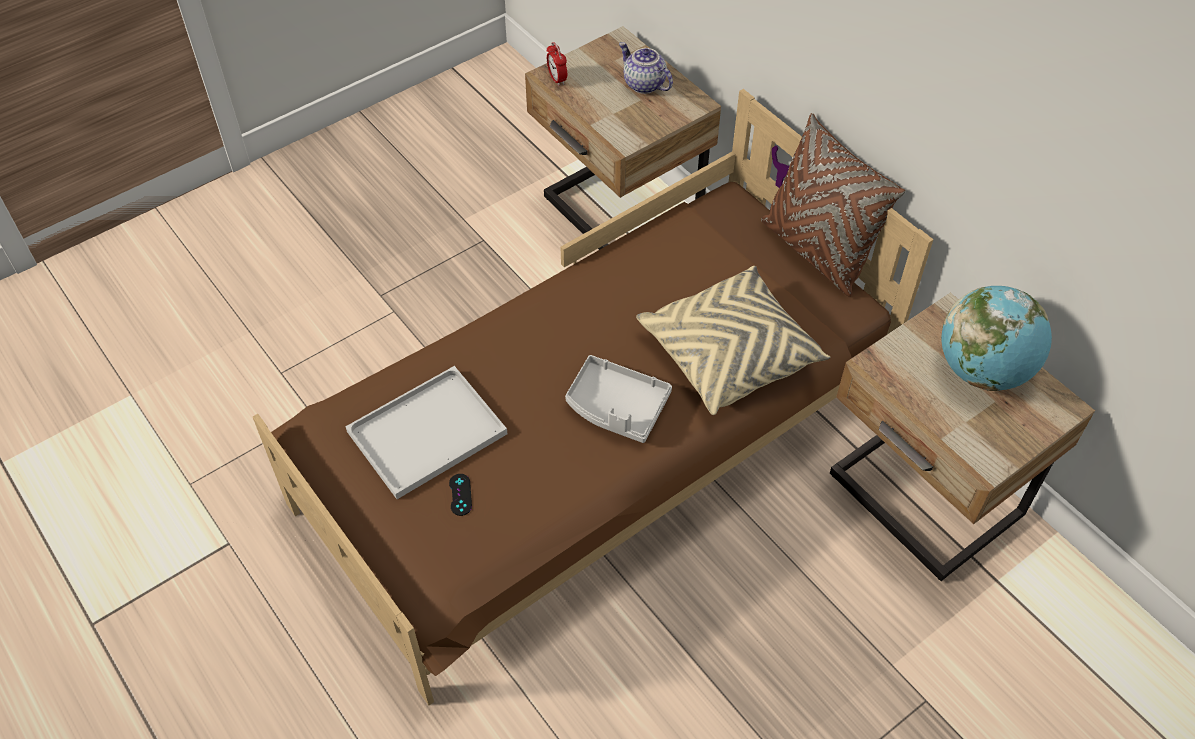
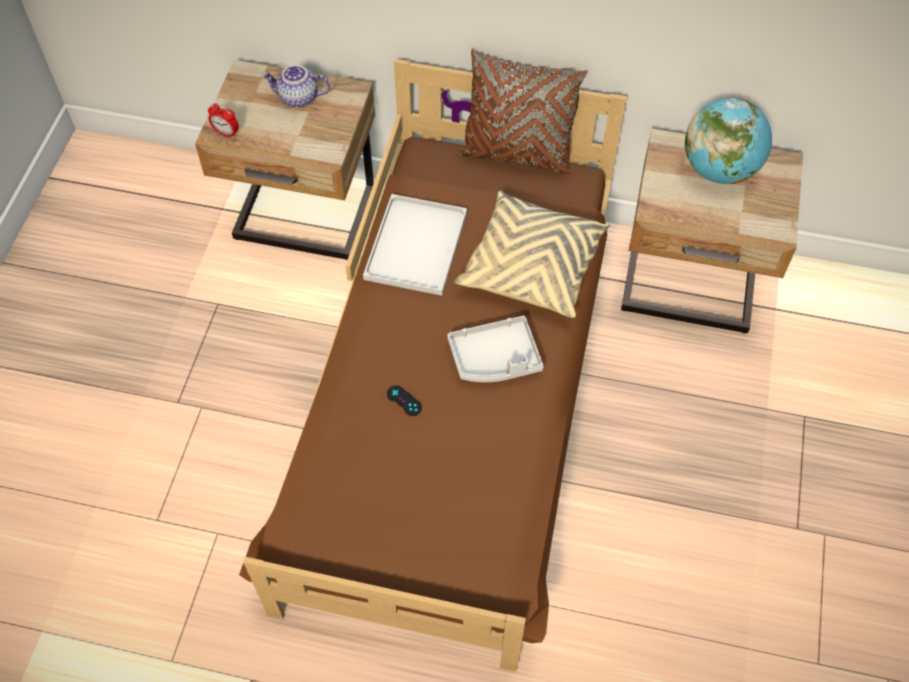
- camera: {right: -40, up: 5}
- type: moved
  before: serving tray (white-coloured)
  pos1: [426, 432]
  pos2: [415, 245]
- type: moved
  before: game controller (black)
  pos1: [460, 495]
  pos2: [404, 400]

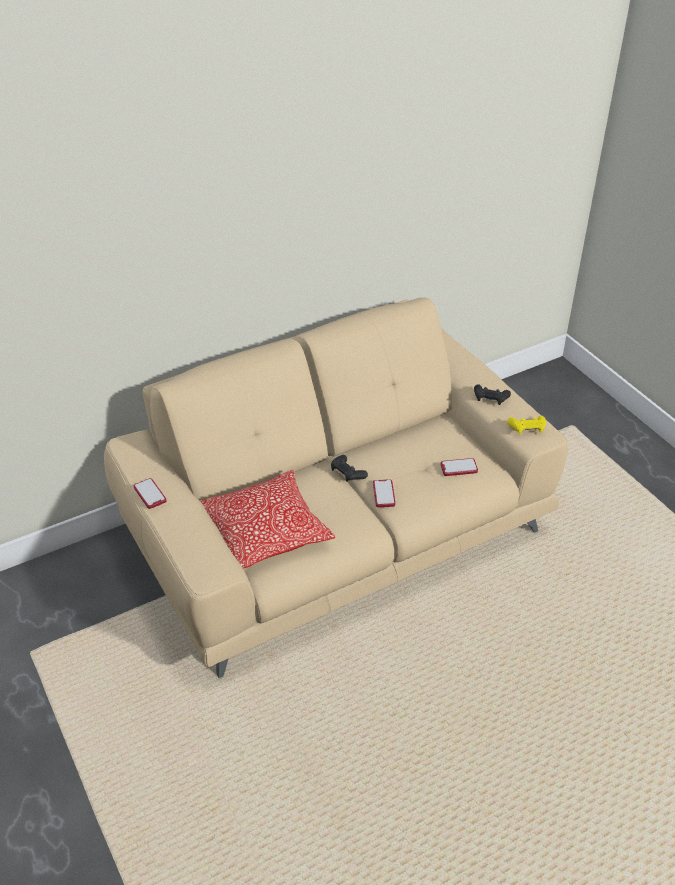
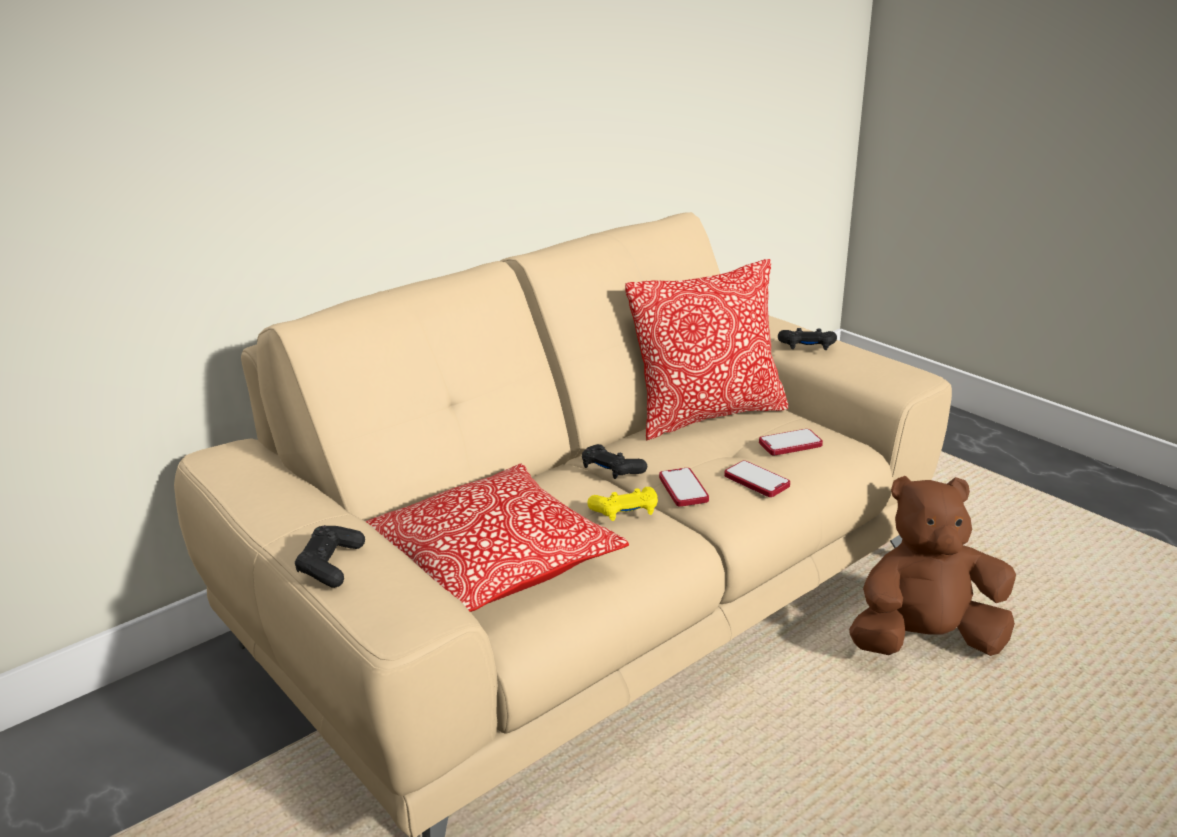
- camera: {right: -10, up: -15}
- type: added
  after: game controller (black)
  pos2: [330, 556]
- type: added
  after: throw pillow
  pos2: [706, 350]
- type: added
  after: cuddly toy (brown-coloured)
  pos2: [932, 566]
- type: moved
  before: telephone
  pos1: [150, 493]
  pos2: [757, 479]
- type: moved
  before: game controller (yellow-coloured)
  pos1: [526, 425]
  pos2: [622, 504]

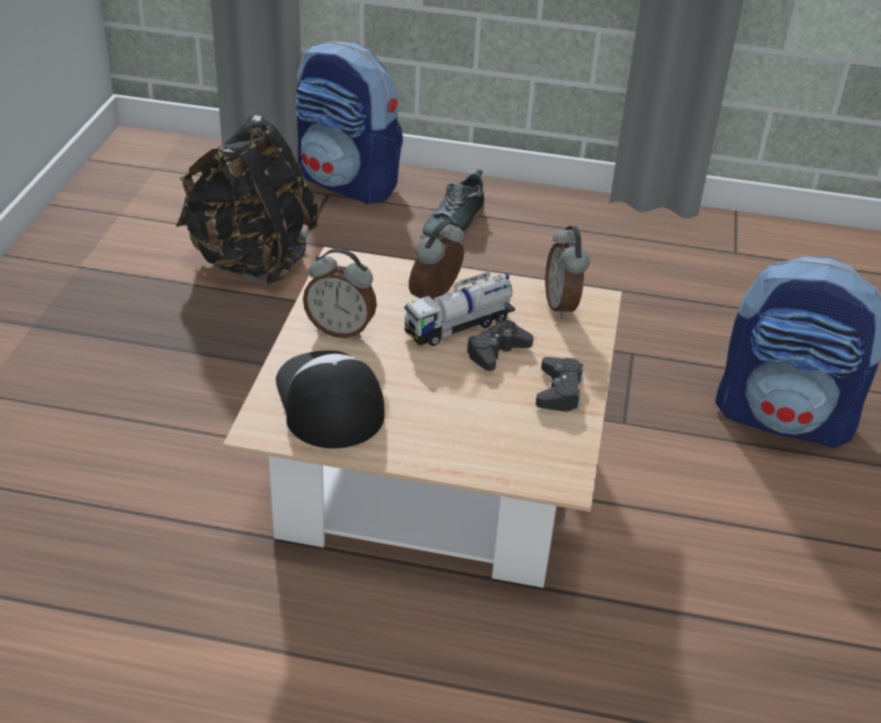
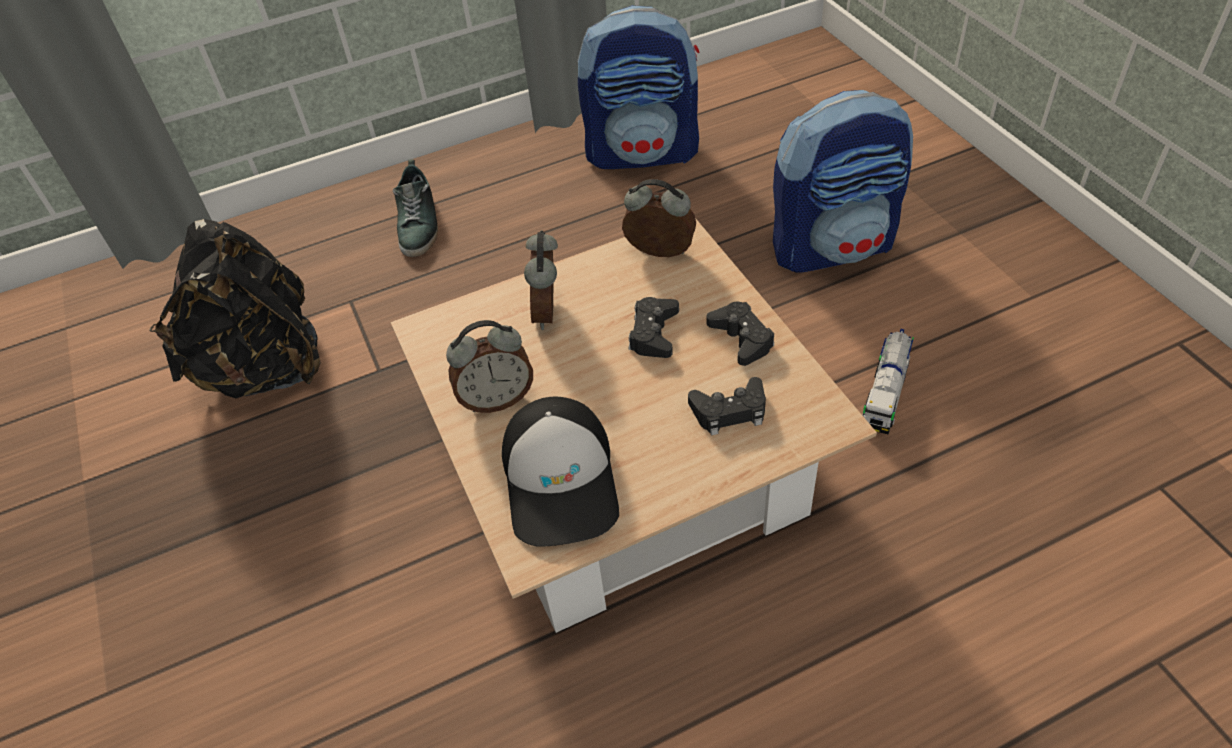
- camera: {right: -30, up: 10}
- type: added
  after: game controller (black)
  pos2: [727, 406]
- type: moved
  before: backpack
  pos1: [349, 122]
  pos2: [638, 87]
- type: moved
  before: toy truck
  pos1: [459, 308]
  pos2: [888, 382]
- type: turned
  before: cap
  pos1: [330, 399]
  pos2: [560, 472]
  turn: -135
- type: turned
  before: alarm clock
  pos1: [567, 272]
  pos2: [659, 218]
  turn: 150

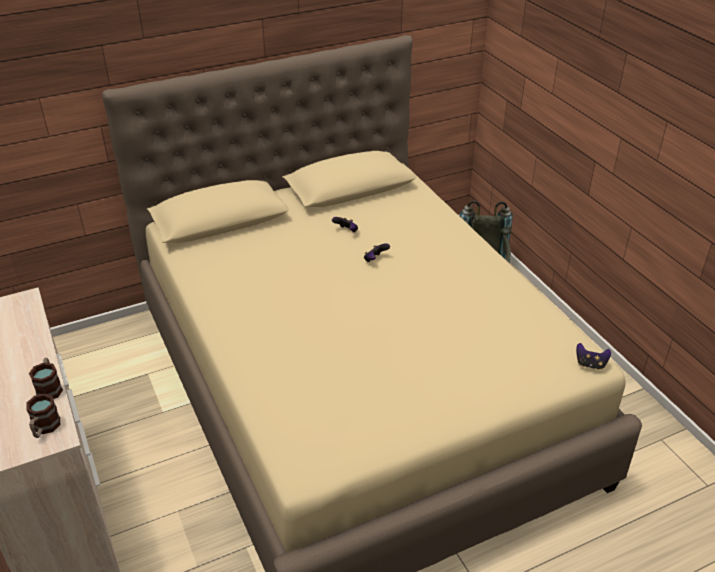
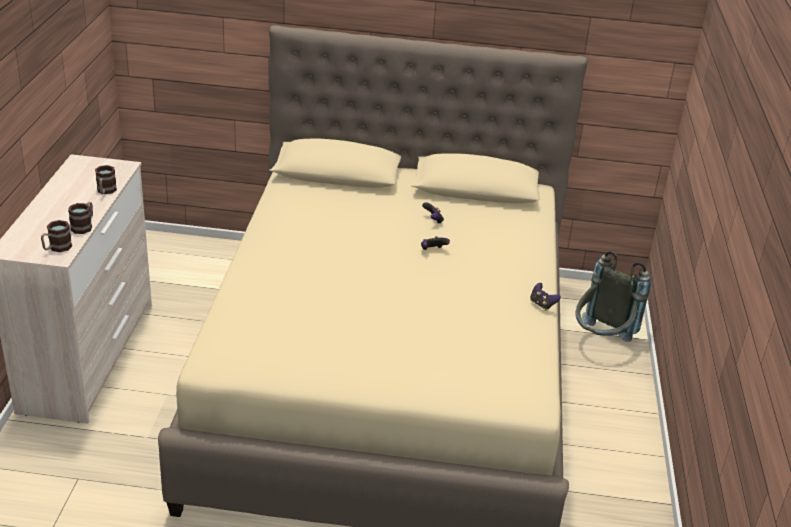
- camera: {right: 30, up: -5}
- type: added
  after: mug
  pos2: [106, 179]
- type: moved
  before: game controller
  pos1: [593, 356]
  pos2: [545, 296]

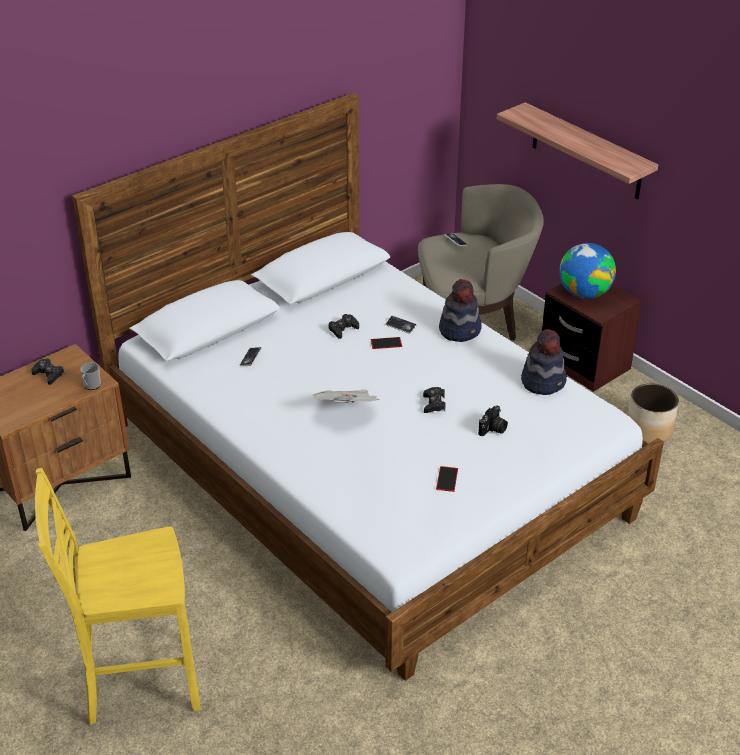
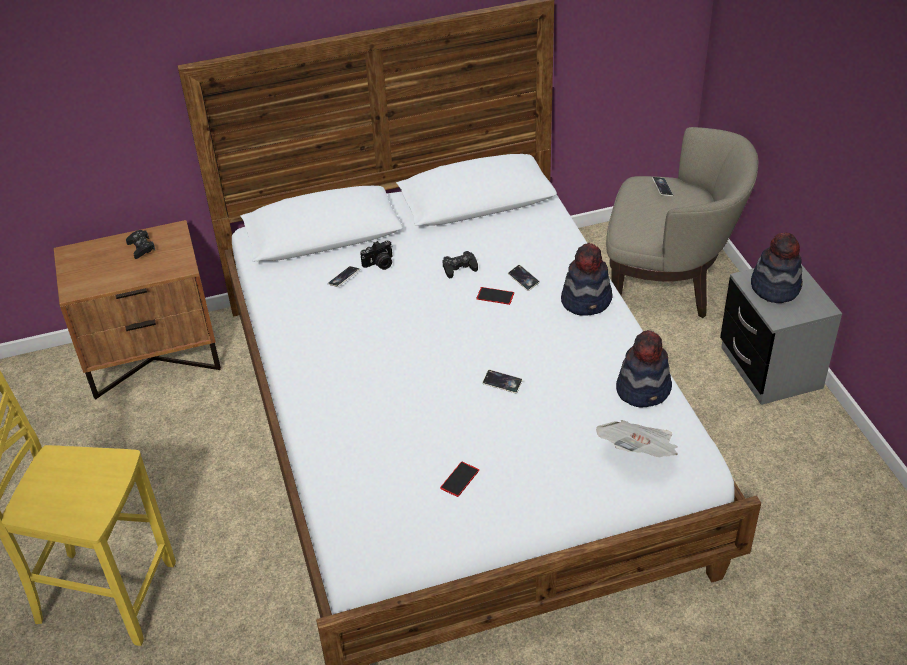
- camera: {right: 25, up: 5}
- type: removed
  before: mug
  pos1: [90, 376]
- type: removed
  before: bracket shelf
  pos1: [577, 151]
- type: removed
  before: planter
  pos1: [653, 413]
- type: moved
  before: printed paper
  pos1: [346, 396]
  pos2: [636, 439]
- type: moved
  before: still camera
  pos1: [493, 420]
  pos2: [376, 255]
- type: replaced
  before: game controller (black)
  after: telephone
  pos1: [434, 400]
  pos2: [502, 381]
- type: replaced
  before: globe
  after: clothing hat
  pos1: [587, 271]
  pos2: [777, 267]
- type: recoloured
  before: bedside table (brown-coloured)
  after: bedside table (gray)
  pos1: [592, 338]
  pos2: [781, 334]

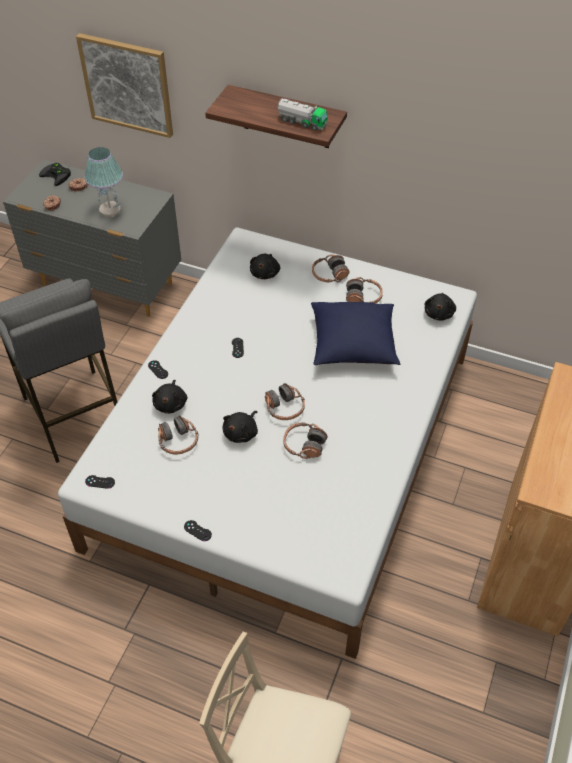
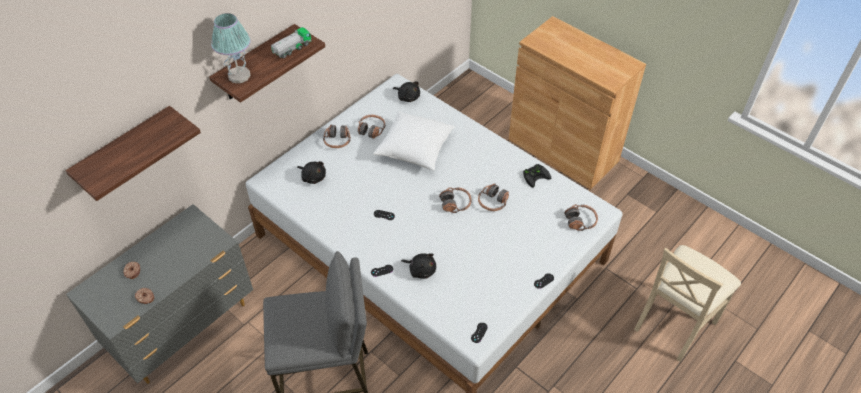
- camera: {right: -70, up: 0}
- type: removed
  before: cuddly toy (black)
  pos1: [240, 427]
- type: moved
  before: game controller (black)
  pos1: [55, 174]
  pos2: [537, 176]
- type: moved
  before: tabletop lamp
  pos1: [103, 182]
  pos2: [231, 48]
- type: moved
  before: pair of headphones
  pos1: [178, 435]
  pos2: [581, 217]
- type: replaced
  before: picture
  after: bracket shelf
  pos1: [124, 85]
  pos2: [133, 153]
- type: recoloured
  before: throw pillow (bluish)
  after: throw pillow (white-coloured)
  pos1: [355, 333]
  pos2: [414, 141]

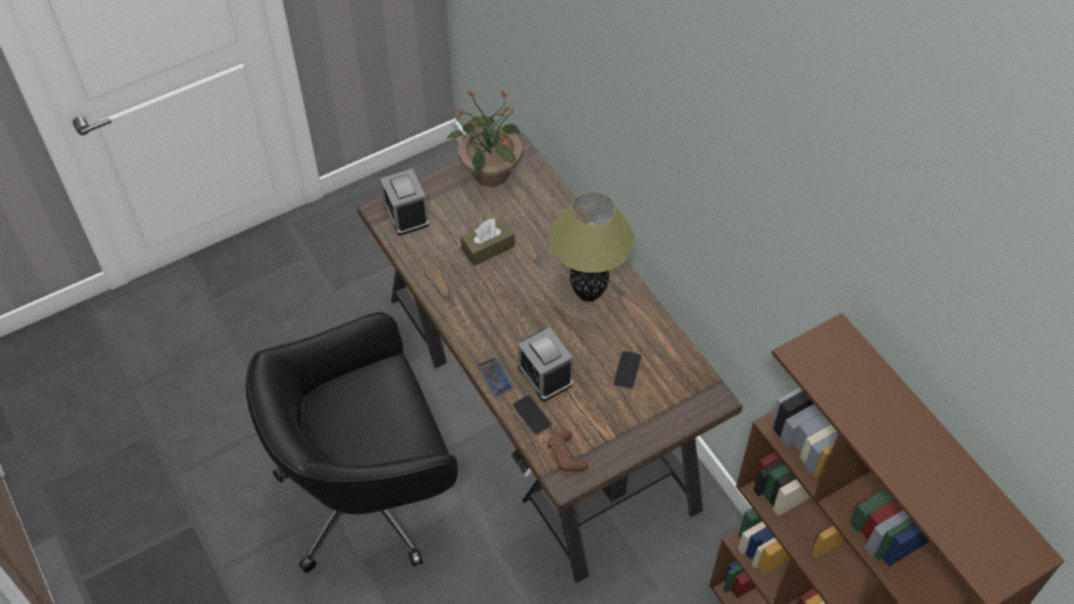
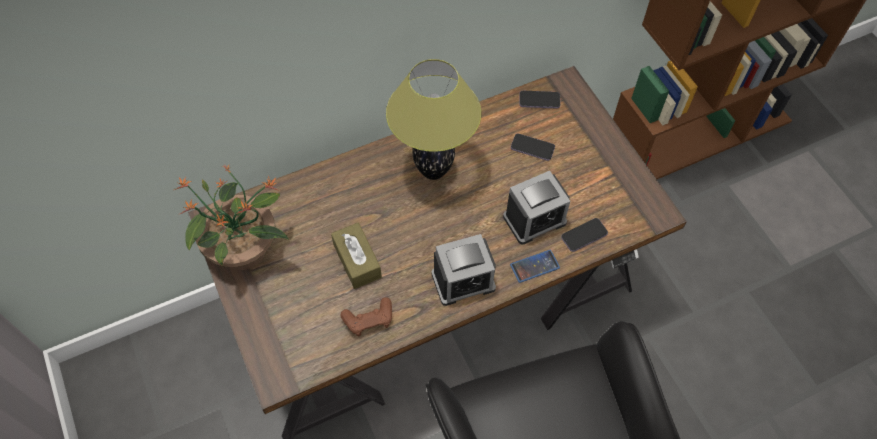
- camera: {right: -85, up: 5}
- type: added
  after: telephone
  pos2: [539, 100]
- type: moved
  before: alarm clock
  pos1: [404, 202]
  pos2: [463, 270]
- type: moved
  before: game controller (brown-coloured)
  pos1: [567, 450]
  pos2: [366, 316]

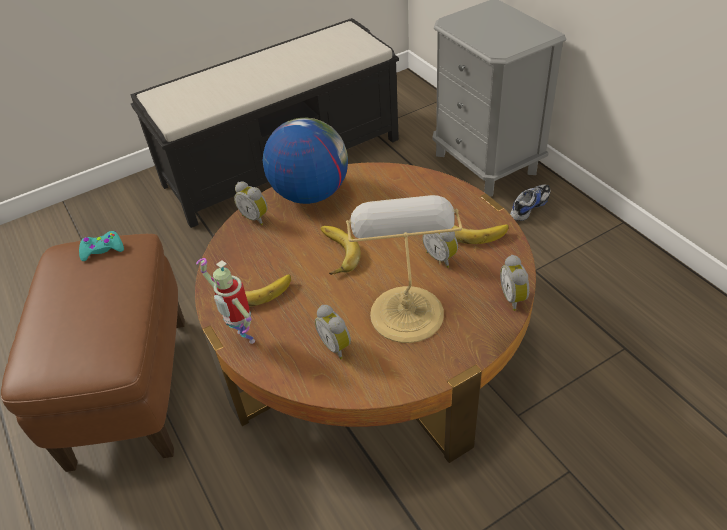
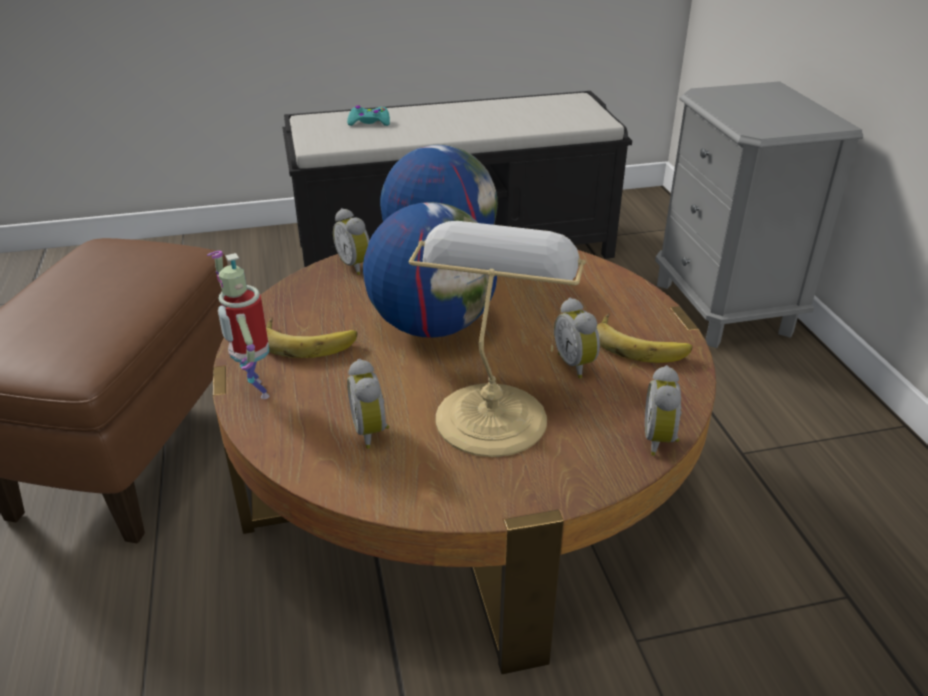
- camera: {right: 15, up: -10}
- type: removed
  before: shoe
  pos1: [530, 203]
- type: moved
  before: game controller (turquoise-coloured)
  pos1: [101, 246]
  pos2: [368, 116]
- type: replaced
  before: banana
  after: globe
  pos1: [341, 250]
  pos2: [430, 270]

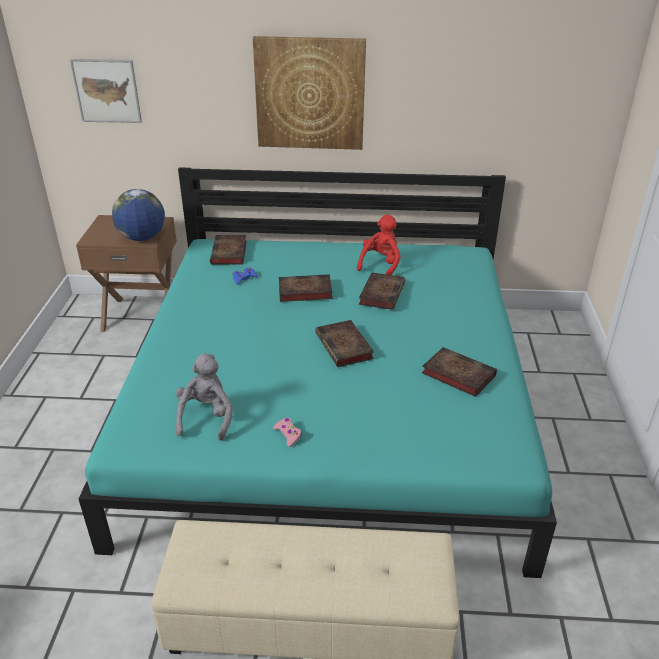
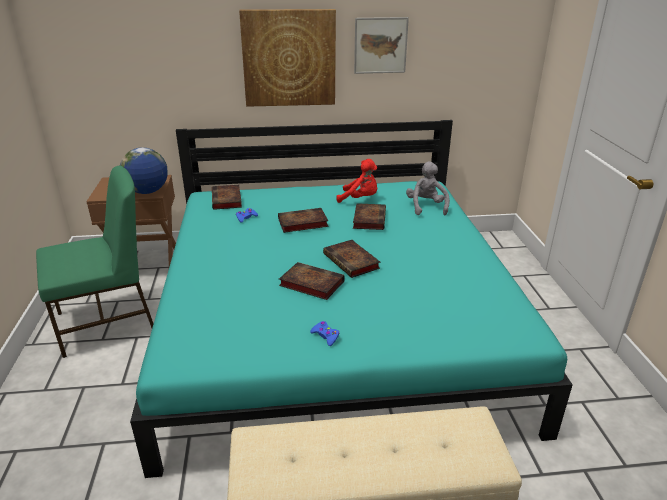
- camera: {right: -10, up: -5}
- type: added
  after: upright chair (green-coloured)
  pos2: [95, 262]
- type: moved
  before: picture
  pos1: [106, 91]
  pos2: [381, 45]
- type: moved
  before: cuddly toy (gray)
  pos1: [204, 397]
  pos2: [428, 188]
- type: moved
  before: bound book
  pos1: [459, 372]
  pos2: [312, 281]
- type: recoloured
  before: game controller (pink)
  after: game controller (bluish)
  pos1: [287, 432]
  pos2: [325, 333]
- type: turned
  before: cuddly toy (red-coloured)
  pos1: [379, 244]
  pos2: [356, 181]
  turn: 90

